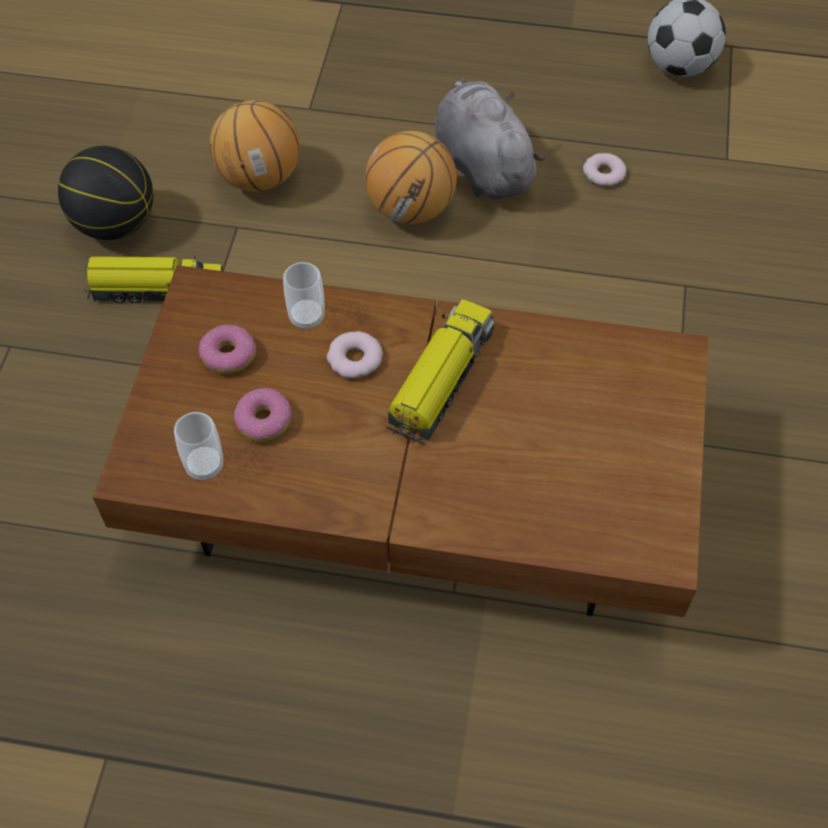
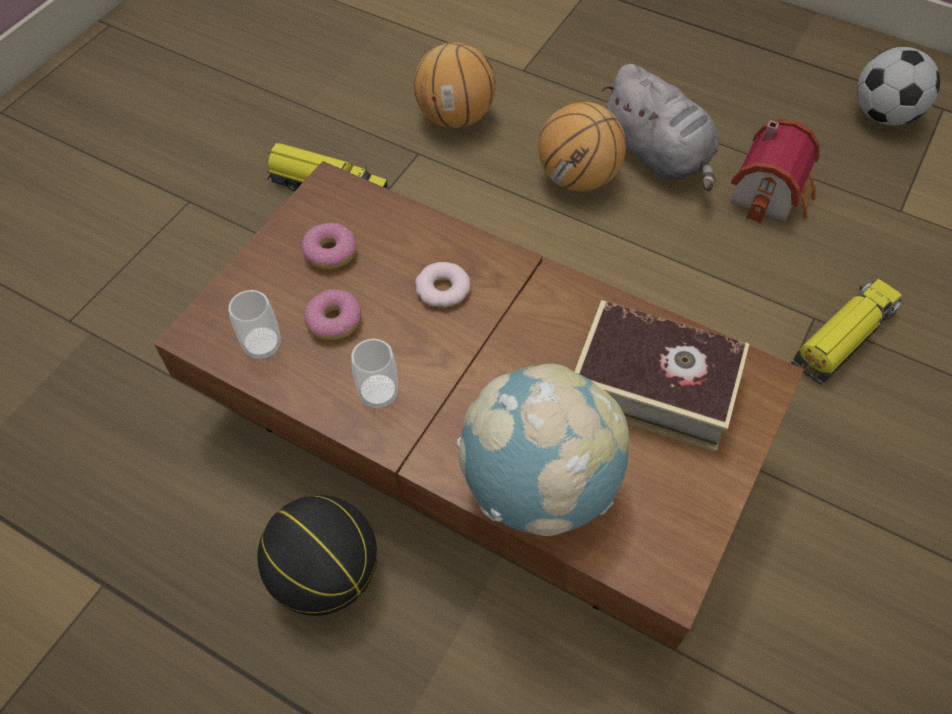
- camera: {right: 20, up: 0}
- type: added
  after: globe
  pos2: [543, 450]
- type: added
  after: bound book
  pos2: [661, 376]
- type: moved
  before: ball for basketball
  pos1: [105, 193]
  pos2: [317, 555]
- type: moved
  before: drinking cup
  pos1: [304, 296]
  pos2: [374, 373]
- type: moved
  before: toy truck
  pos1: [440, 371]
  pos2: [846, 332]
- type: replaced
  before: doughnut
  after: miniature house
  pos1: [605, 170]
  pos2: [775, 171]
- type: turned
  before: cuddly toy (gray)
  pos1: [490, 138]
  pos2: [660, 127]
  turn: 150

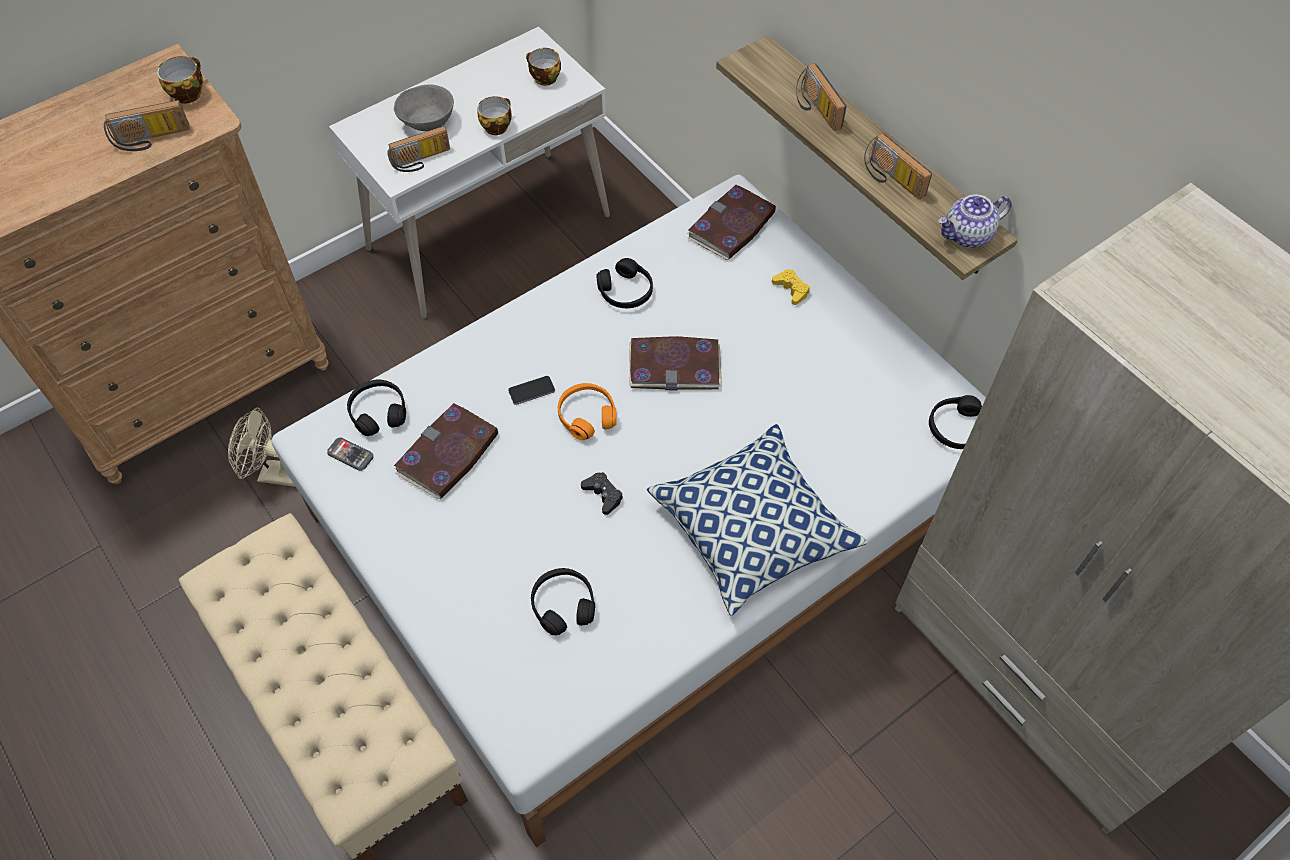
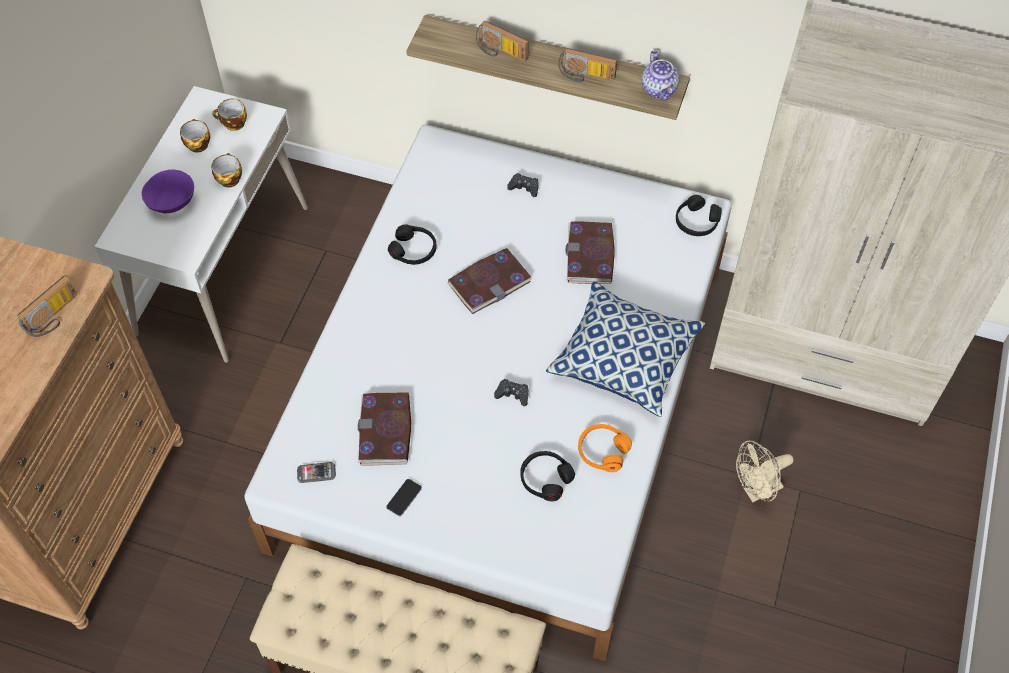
- camera: {right: -35, up: 0}
- type: removed
  before: pair of headphones (black)
  pos1: [376, 407]
- type: removed
  before: radio
  pos1: [418, 149]
- type: moved
  before: drinking cup
  pos1: [180, 80]
  pos2: [195, 136]
- type: moved
  before: electric fan (sand-coloured)
  pos1: [262, 447]
  pos2: [765, 471]
- type: moved
  before: telephone
  pos1: [531, 390]
  pos2: [404, 497]
- type: moved
  before: pair of headphones (orange-coloured)
  pos1: [587, 411]
  pos2: [605, 448]
- type: moved
  before: bound book
  pos1: [731, 222]
  pos2: [590, 252]
- type: recoloured
  before: bowl (gray)
  after: bowl (purple)
  pos1: [424, 107]
  pos2: [168, 191]
- type: recoloured
  before: game controller (yellow-coloured)
  after: game controller (black)
  pos1: [791, 287]
  pos2: [523, 185]
- type: turned
  before: tea pot
  pos1: [975, 221]
  pos2: [660, 76]
  turn: -45

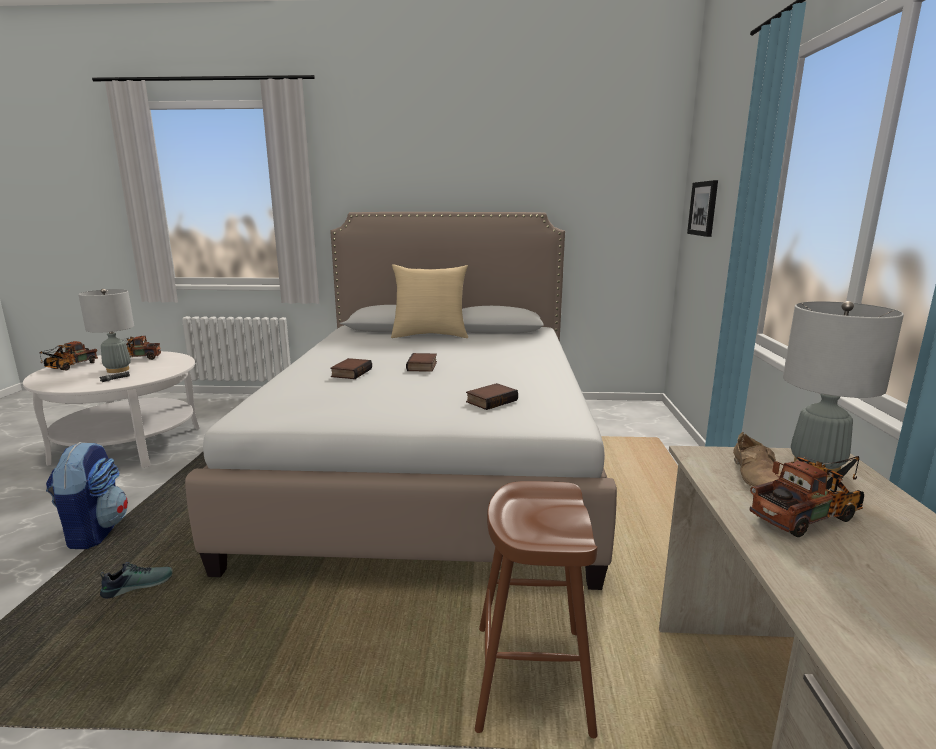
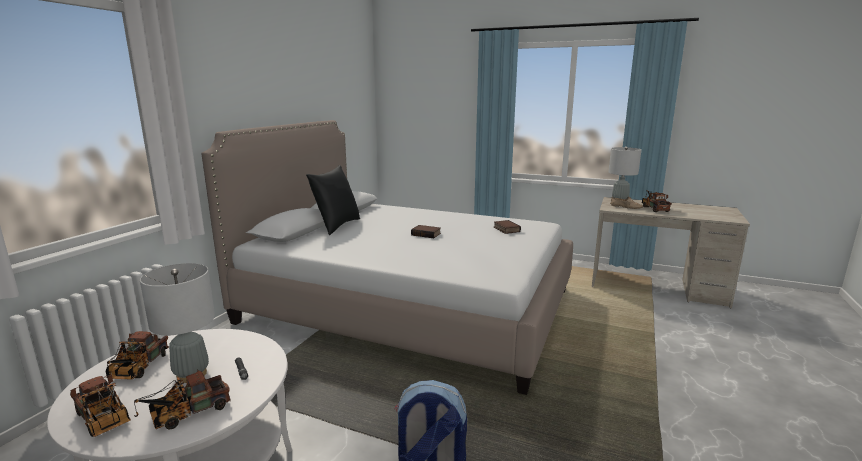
- camera: {right: -70, up: 0}
- type: removed
  before: shoe
  pos1: [136, 580]
- type: removed
  before: bound book
  pos1: [351, 368]
- type: removed
  before: stool (brown-coloured)
  pos1: [536, 609]
- type: removed
  before: picture
  pos1: [702, 208]
- type: added
  after: toy truck
  pos2: [182, 399]
- type: recoloured
  before: throw pillow (sand-coloured)
  after: throw pillow (black)
  pos1: [429, 301]
  pos2: [333, 200]

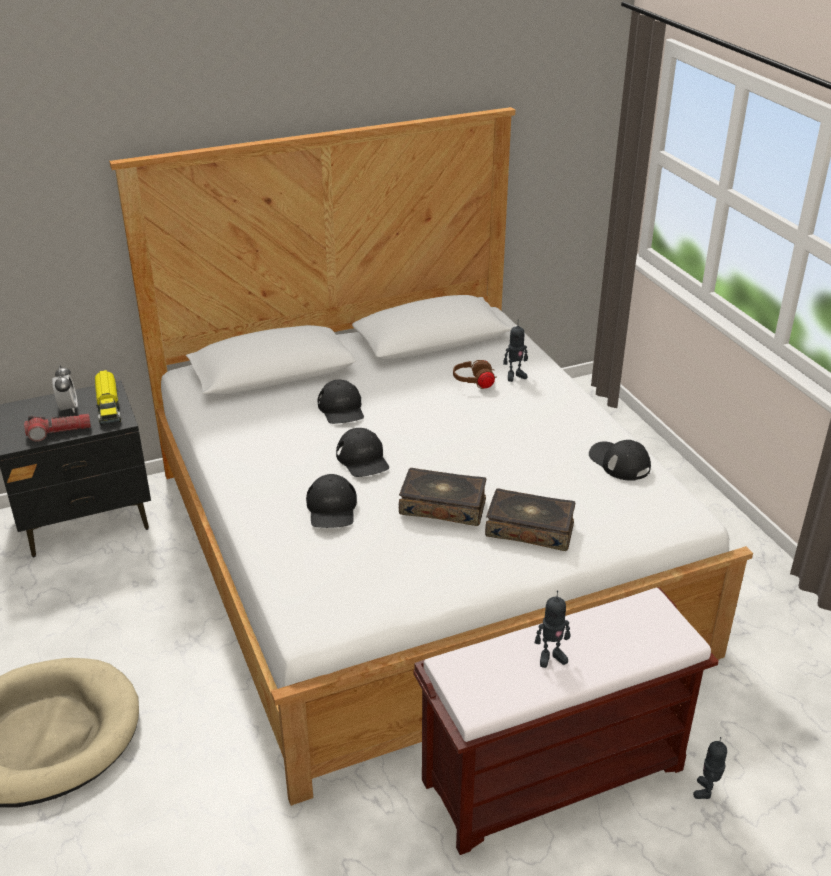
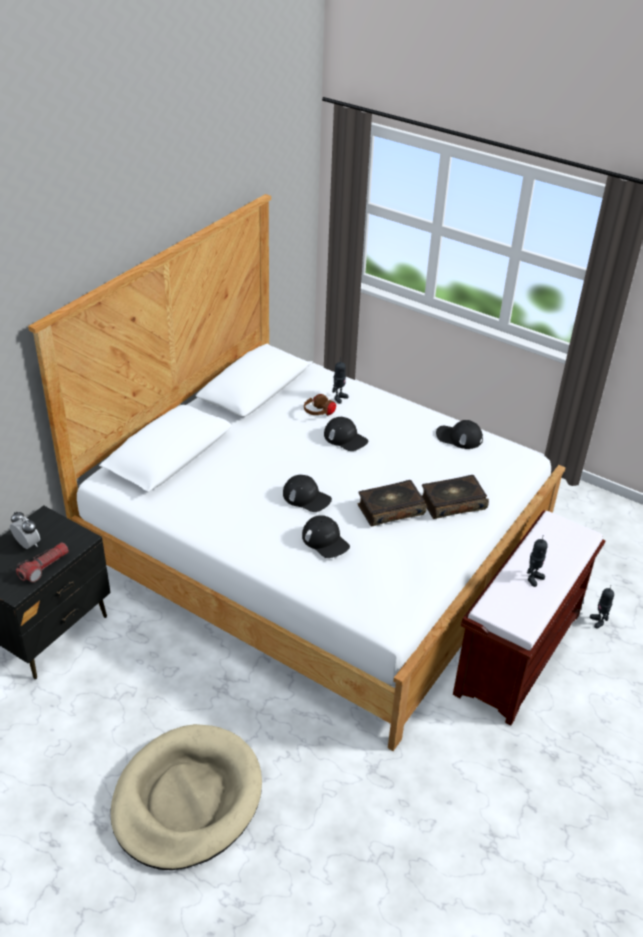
- camera: {right: -35, up: 5}
- type: removed
  before: toy truck
  pos1: [108, 397]
- type: moved
  before: cap (black)
  pos1: [341, 402]
  pos2: [346, 434]

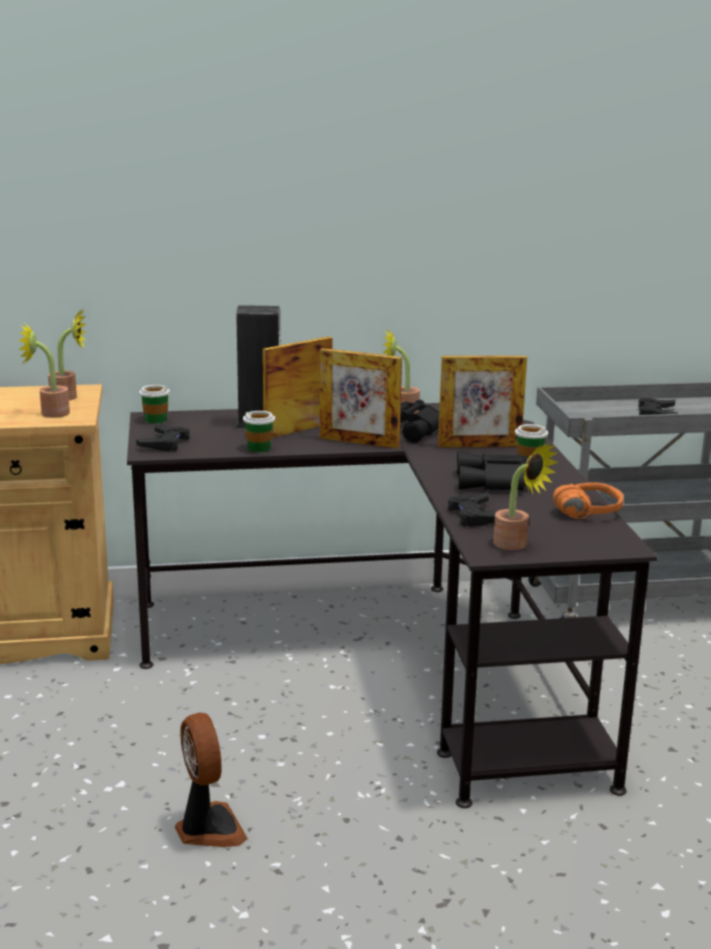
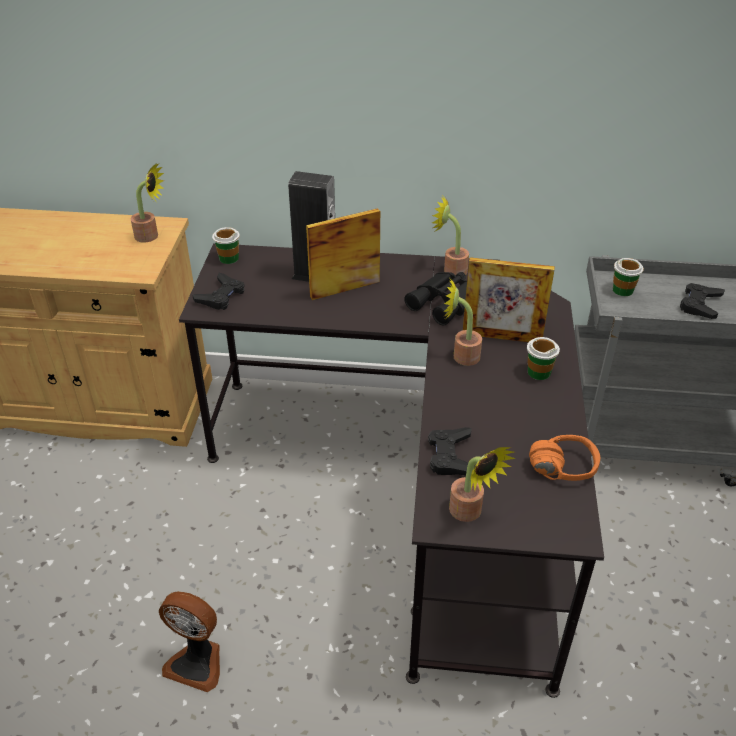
- camera: {right: 15, up: 20}
- type: removed
  before: standing frame
  pos1: [361, 398]
- type: removed
  before: field glasses (black)
  pos1: [495, 471]
- type: moved
  before: plant in a pot
  pos1: [44, 370]
  pos2: [462, 322]
- type: moved
  before: drinking cup
  pos1: [259, 431]
  pos2: [628, 277]
- type: turned
  before: electric fan
  pos1: [211, 779]
  pos2: [189, 641]
  turn: 120

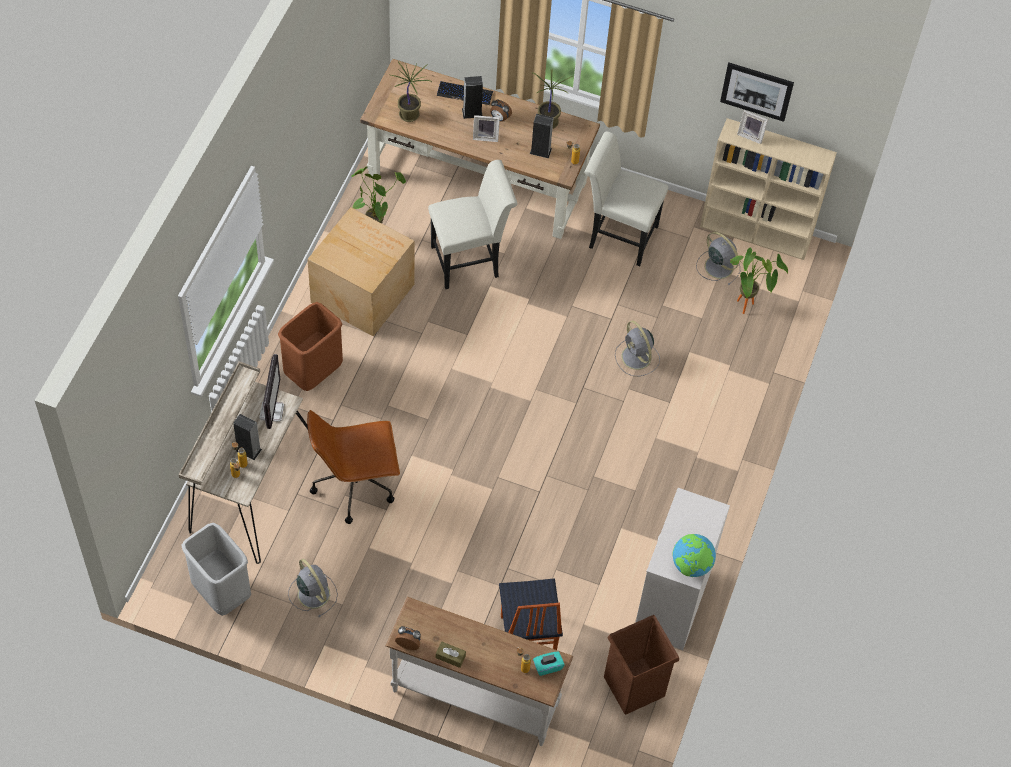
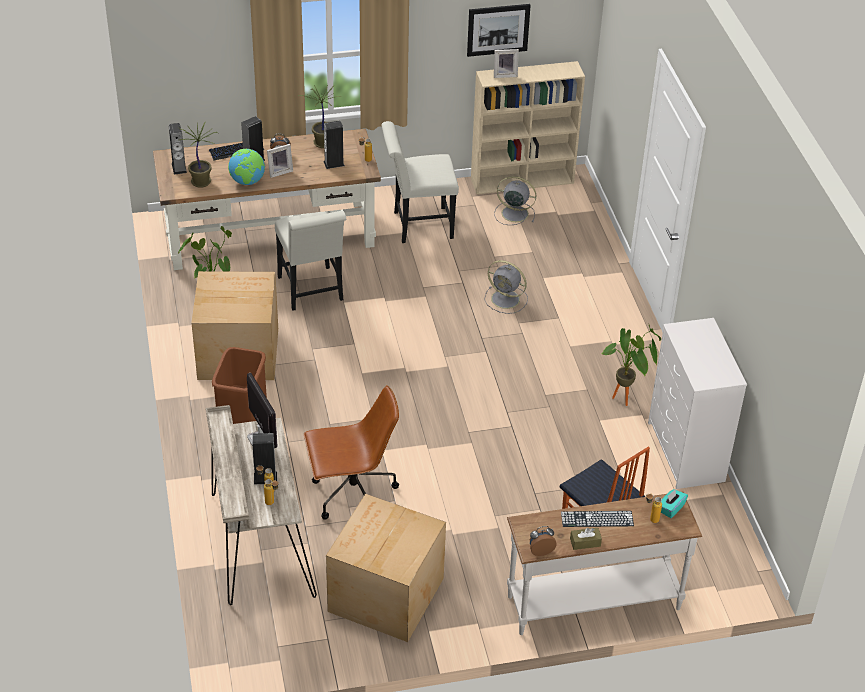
- camera: {right: -30, up: -15}
- type: removed
  before: rubbish bin (gray)
  pos1: [216, 569]
- type: removed
  before: rubbish bin (brown-coloured)
  pos1: [641, 665]
- type: added
  after: speaker
  pos2: [178, 149]
- type: added
  after: computer keyboard
  pos2: [597, 519]
- type: moved
  before: globe
  pos1: [694, 555]
  pos2: [246, 167]
- type: moved
  before: plant in a pot
  pos1: [759, 281]
  pos2: [631, 365]
- type: replaced
  before: electric fan (gray)
  after: carton
  pos1: [313, 588]
  pos2: [386, 567]
- type: turned
  before: desk chair (brown-coloured)
  pos1: [353, 467]
  pos2: [351, 452]
  turn: -150
- type: turned
  before: upright chair (white-coloured)
  pos1: [473, 224]
  pos2: [310, 261]
  turn: 120

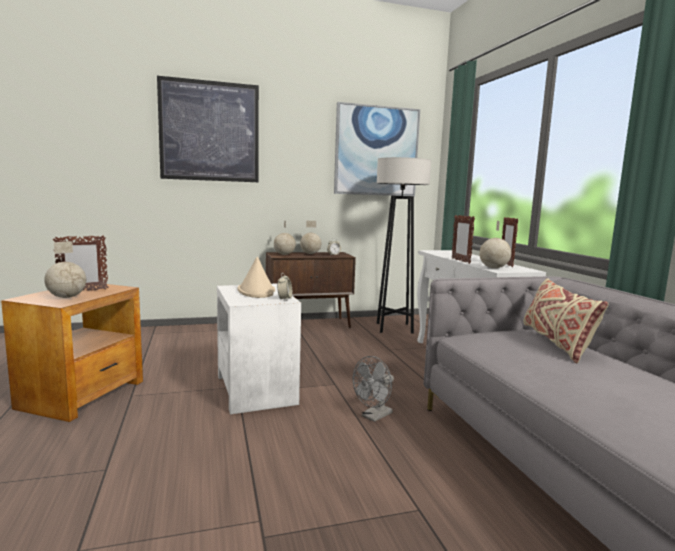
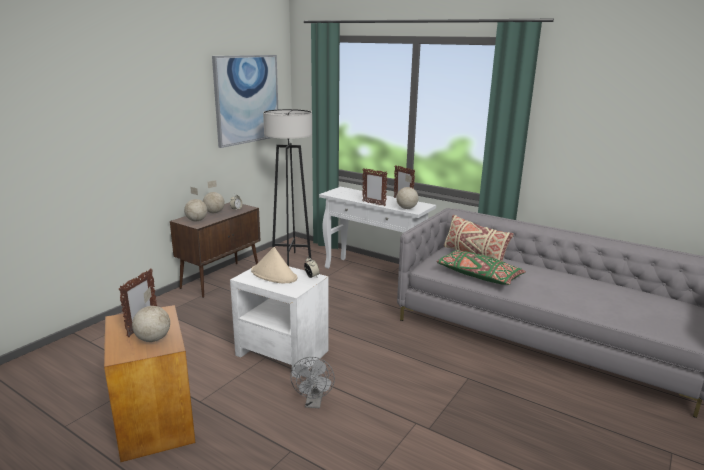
- camera: {right: -40, up: 10}
- type: removed
  before: picture
  pos1: [208, 129]
- type: added
  after: throw pillow (green-coloured)
  pos2: [481, 267]
- type: moved
  before: electric fan (gray)
  pos1: [373, 389]
  pos2: [312, 382]

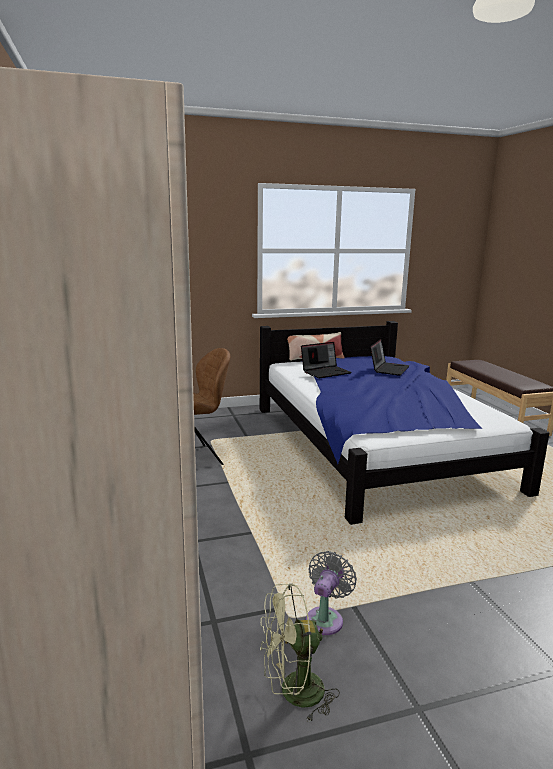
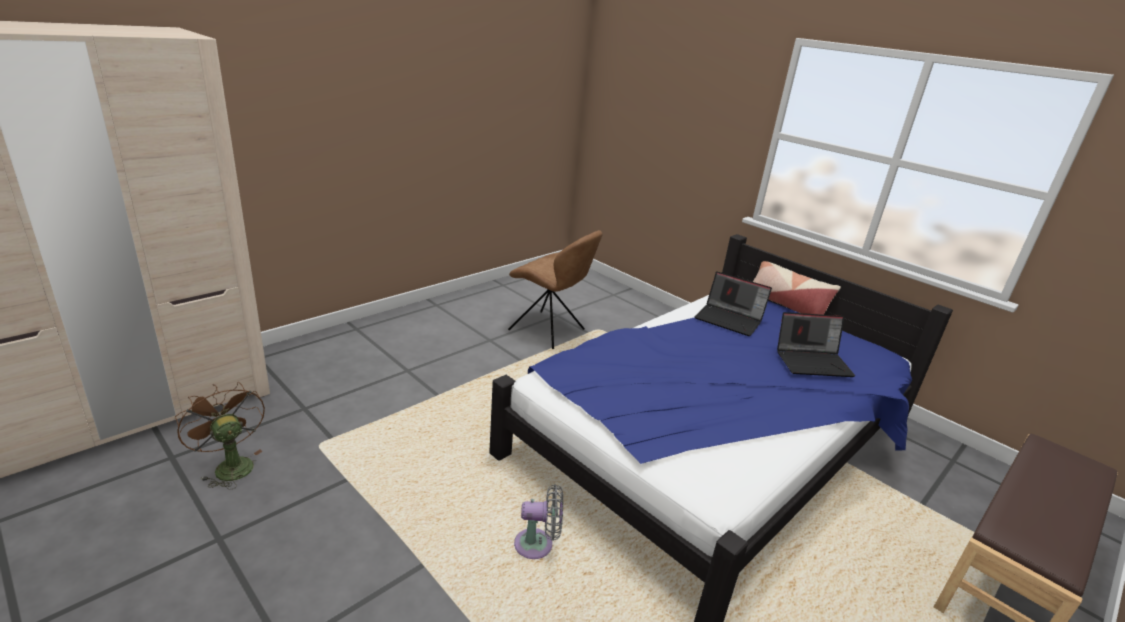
- camera: {right: 60, up: 10}
- type: moved
  before: electric fan (gray)
  pos1: [331, 593]
  pos2: [538, 521]
- type: recoloured
  before: electric fan (green-coloured)
  after: electric fan (brown-coloured)
  pos1: [300, 653]
  pos2: [220, 435]

